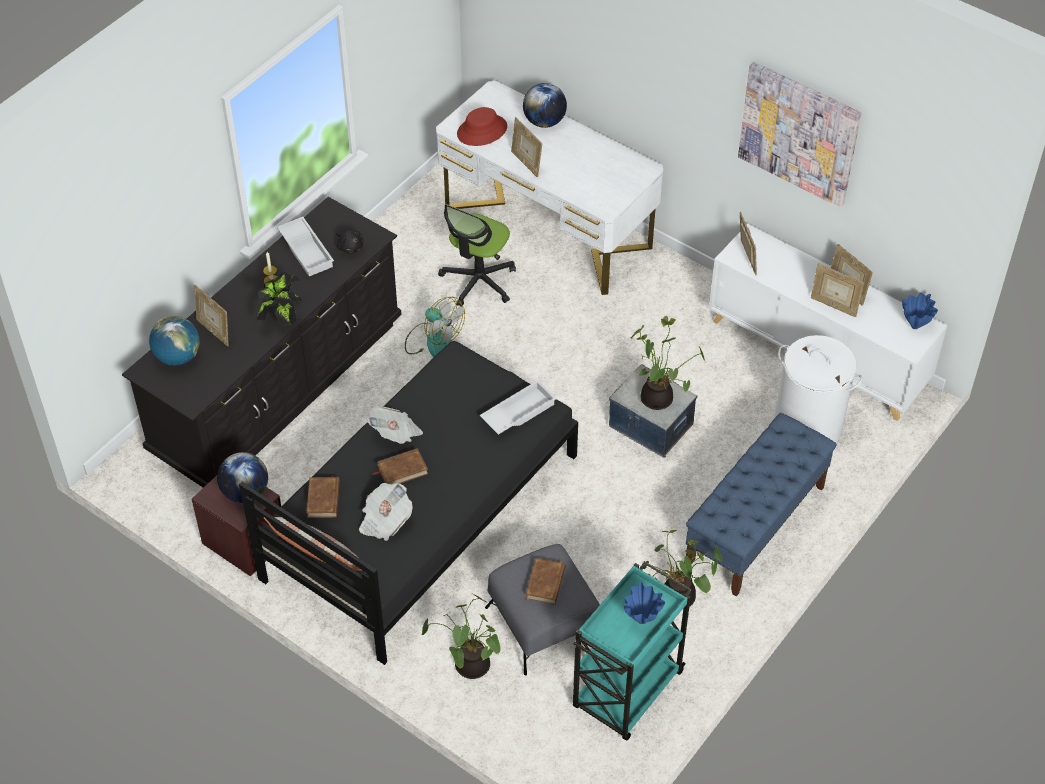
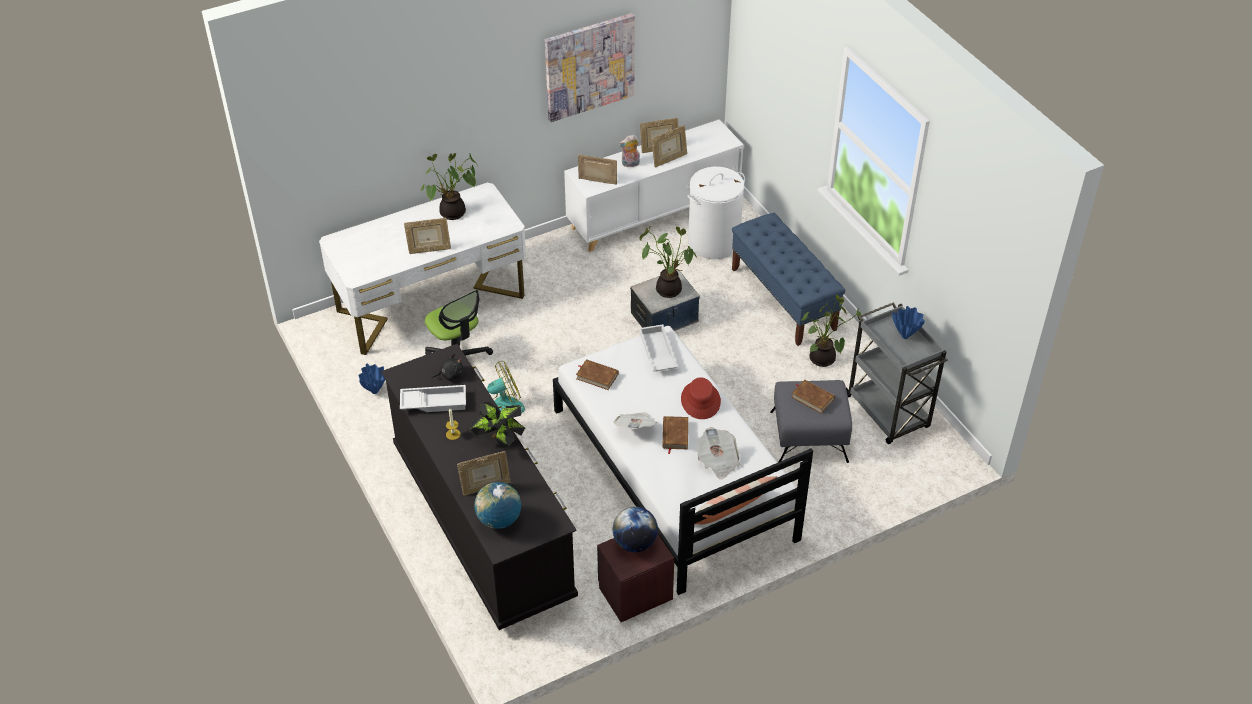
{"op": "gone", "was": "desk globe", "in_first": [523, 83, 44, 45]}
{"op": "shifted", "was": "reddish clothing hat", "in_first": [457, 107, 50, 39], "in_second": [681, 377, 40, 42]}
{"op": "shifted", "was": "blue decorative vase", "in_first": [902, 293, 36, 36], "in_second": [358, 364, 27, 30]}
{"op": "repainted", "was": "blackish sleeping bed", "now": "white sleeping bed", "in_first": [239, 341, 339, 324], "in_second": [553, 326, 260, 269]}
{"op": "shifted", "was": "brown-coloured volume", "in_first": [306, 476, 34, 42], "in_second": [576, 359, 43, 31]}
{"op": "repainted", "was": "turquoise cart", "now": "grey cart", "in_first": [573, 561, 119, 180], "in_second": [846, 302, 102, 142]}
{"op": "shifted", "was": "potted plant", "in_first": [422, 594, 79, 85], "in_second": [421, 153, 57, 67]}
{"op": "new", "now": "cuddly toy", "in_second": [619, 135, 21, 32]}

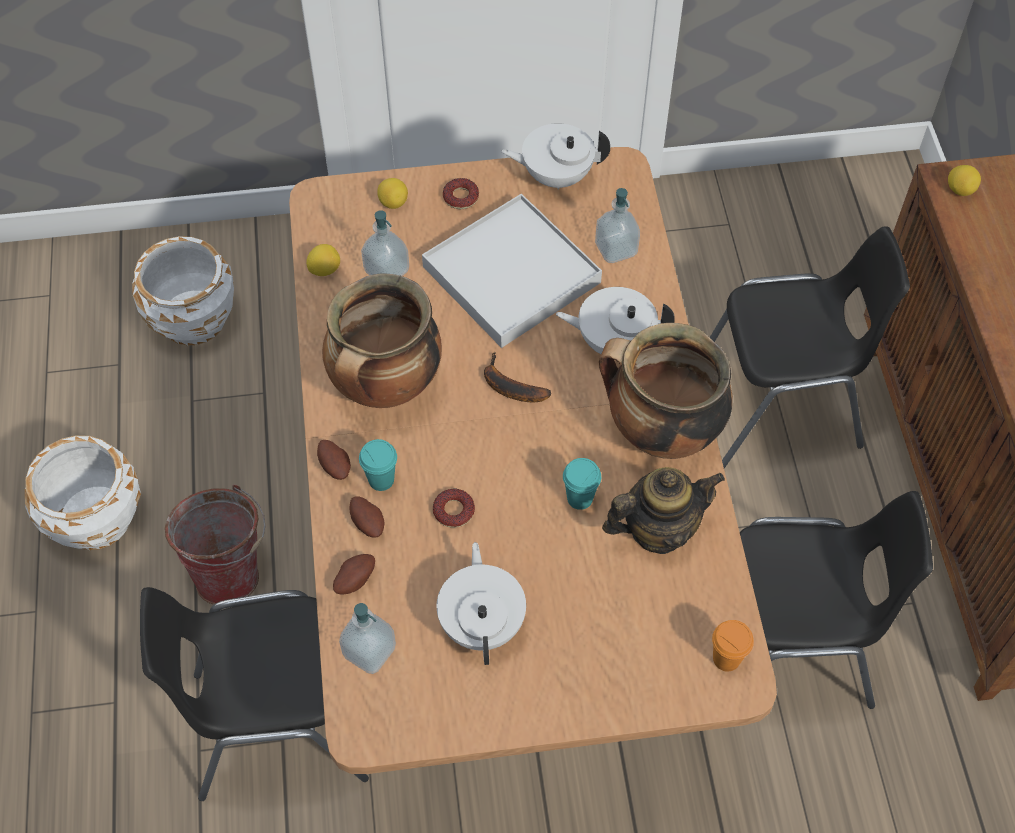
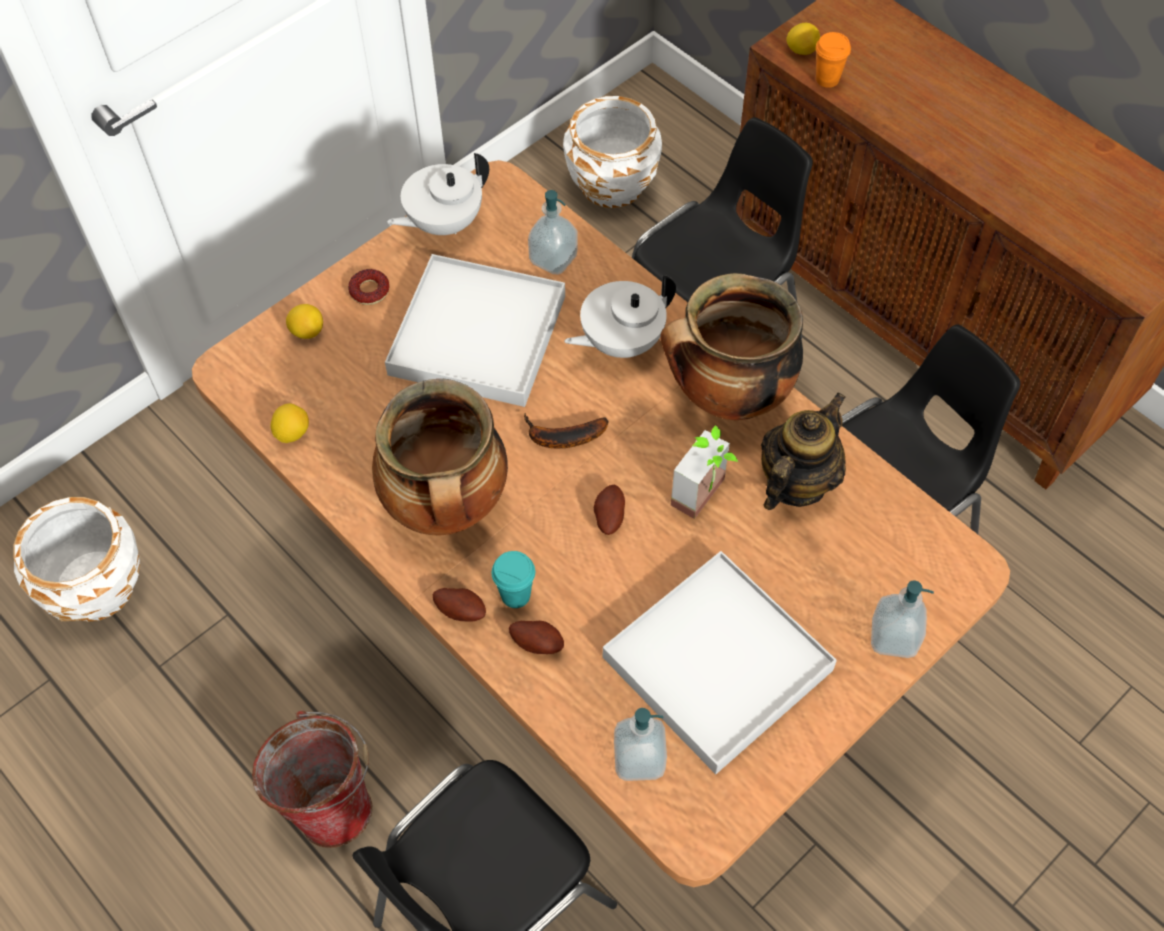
{"op": "shifted", "was": "soap dispenser", "in_first": [361, 210, 48, 66], "in_second": [871, 581, 63, 77]}
{"op": "shifted", "was": "white planter", "in_first": [25, 435, 116, 115], "in_second": [563, 96, 99, 112]}
{"op": "swapped", "was": "turquoise drinking cup", "now": "potted plant", "in_first": [563, 458, 38, 52], "in_second": [671, 425, 67, 94]}
{"op": "gone", "was": "ring doughnut", "in_first": [433, 489, 42, 39]}
{"op": "swapped", "was": "white tea pot", "now": "white serving tray", "in_first": [437, 542, 89, 123], "in_second": [603, 551, 234, 223]}
{"op": "shifted", "was": "whole potato", "in_first": [333, 554, 42, 40], "in_second": [594, 485, 31, 50]}
{"op": "shifted", "was": "orangey drinking cup", "in_first": [712, 620, 42, 52], "in_second": [816, 32, 35, 56]}

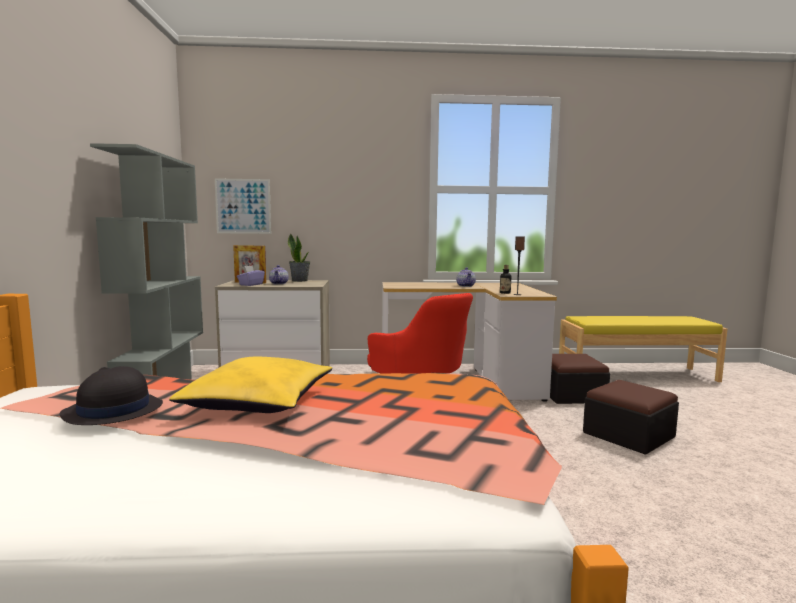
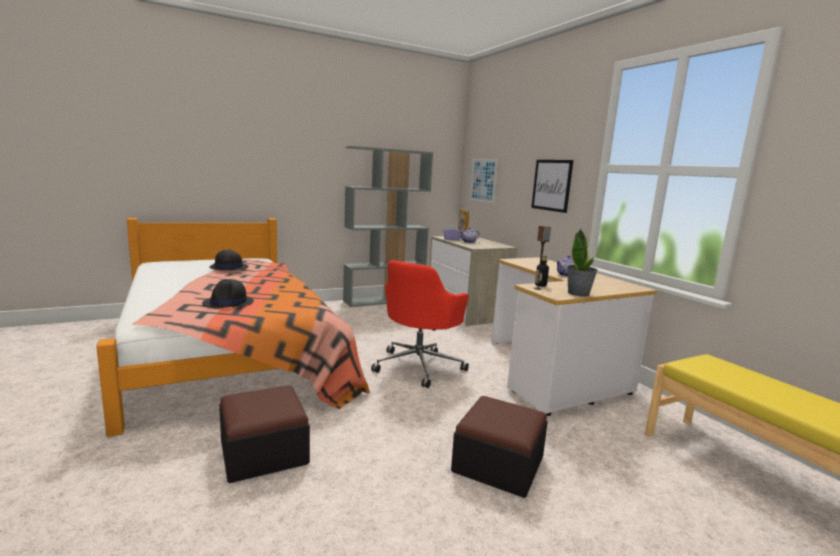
{"op": "shifted", "was": "potted plant", "in_first": [288, 233, 22, 49], "in_second": [567, 228, 31, 68]}
{"op": "shifted", "was": "footrest", "in_first": [550, 354, 60, 50], "in_second": [219, 385, 91, 98]}
{"op": "gone", "was": "yellow-coloured throw pillow", "in_first": [169, 356, 163, 57]}
{"op": "new", "now": "wall picture", "in_second": [531, 160, 42, 53]}
{"op": "new", "now": "blackish clothing hat", "in_second": [202, 279, 52, 30]}

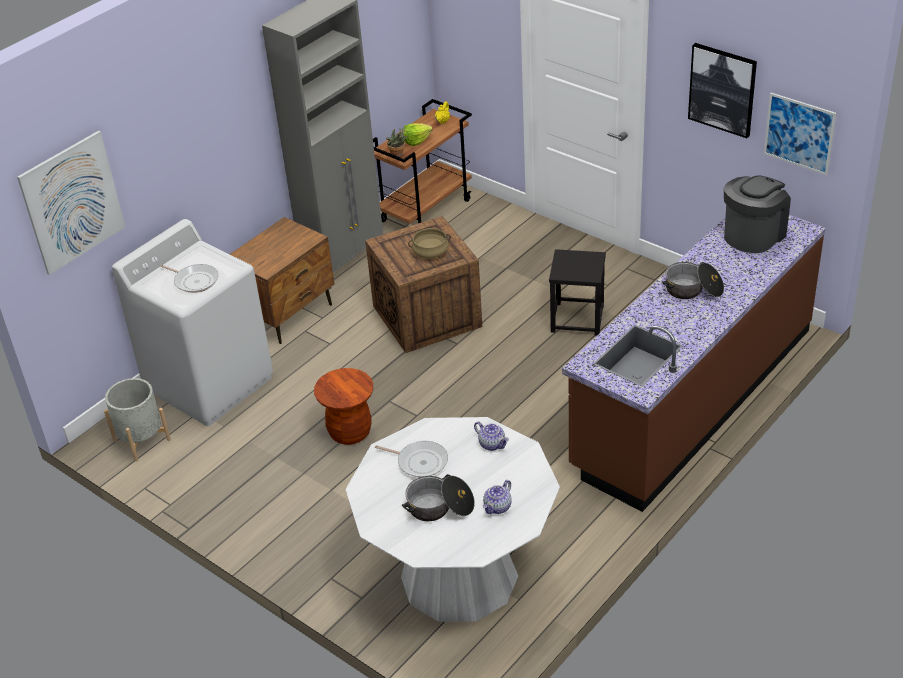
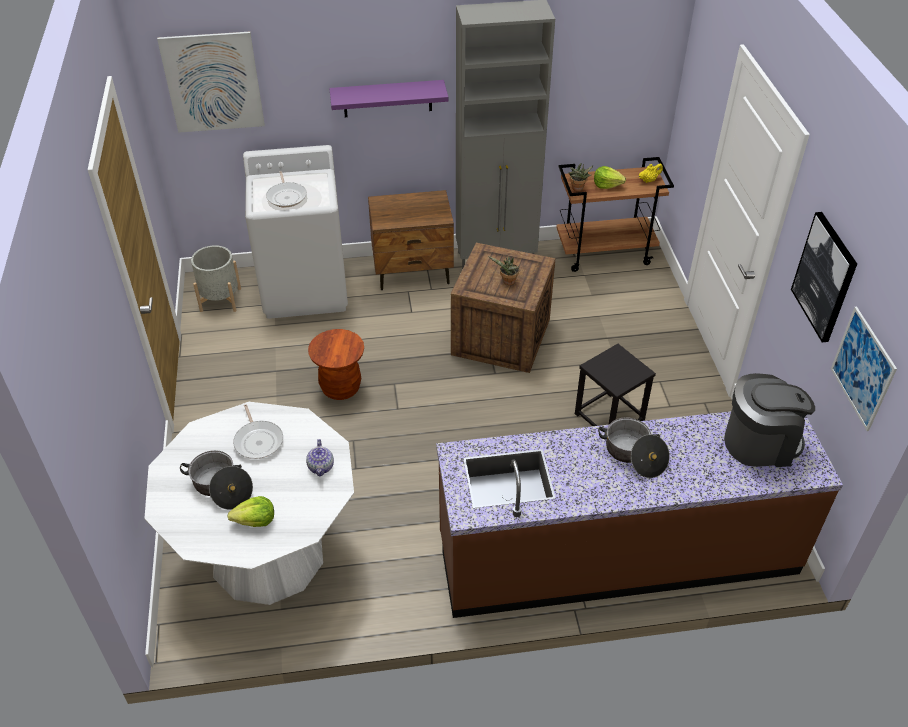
{"op": "swapped", "was": "beige-coloured cooking pot", "now": "potted plant", "in_first": [408, 228, 43, 31], "in_second": [488, 256, 31, 29]}
{"op": "swapped", "was": "tea pot", "now": "head of lettuce", "in_first": [483, 480, 29, 34], "in_second": [228, 496, 46, 31]}
{"op": "new", "now": "purplish bracket shelf", "in_second": [329, 80, 119, 37]}

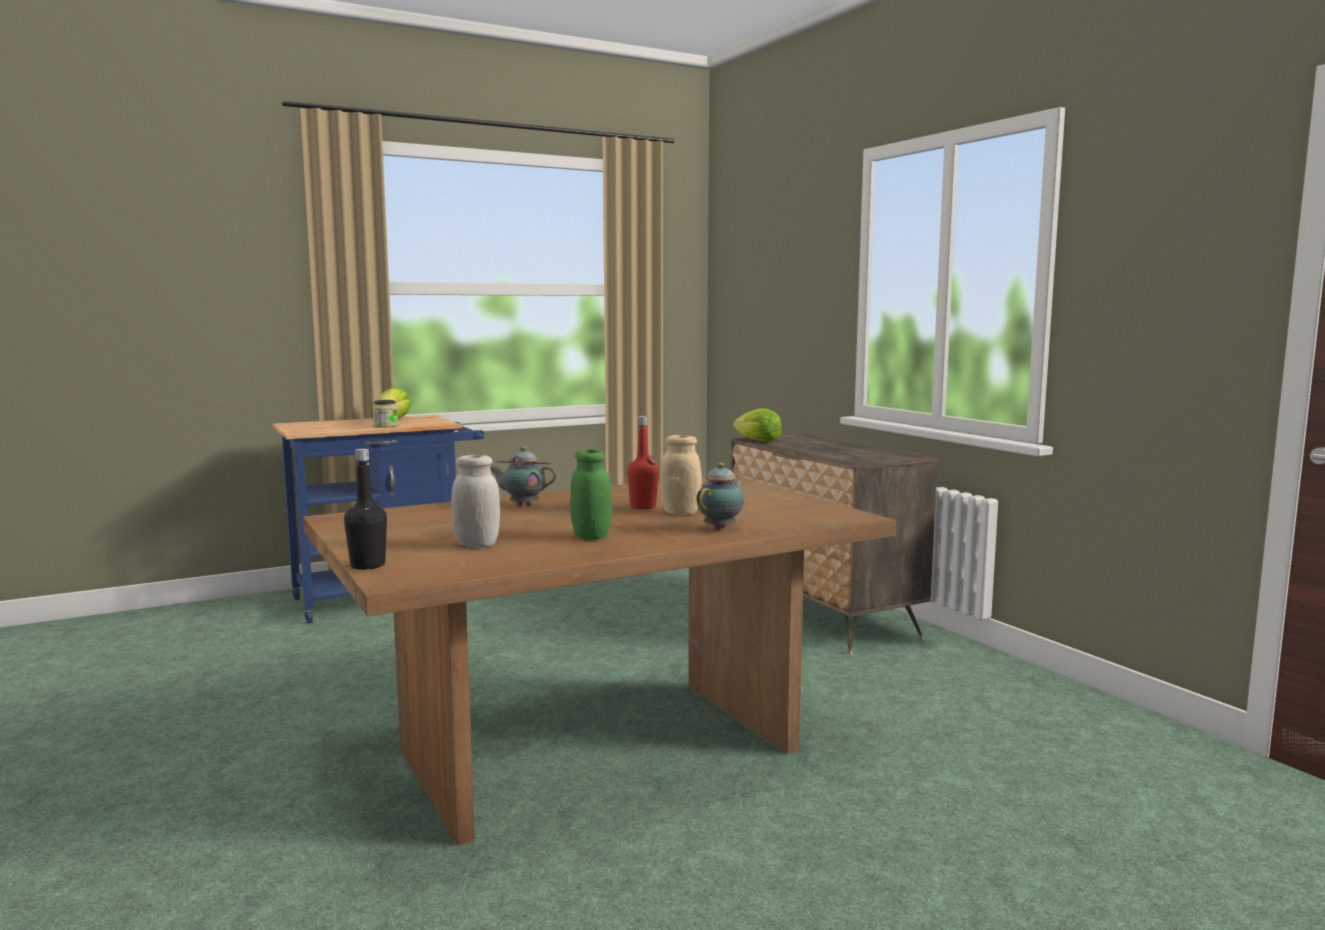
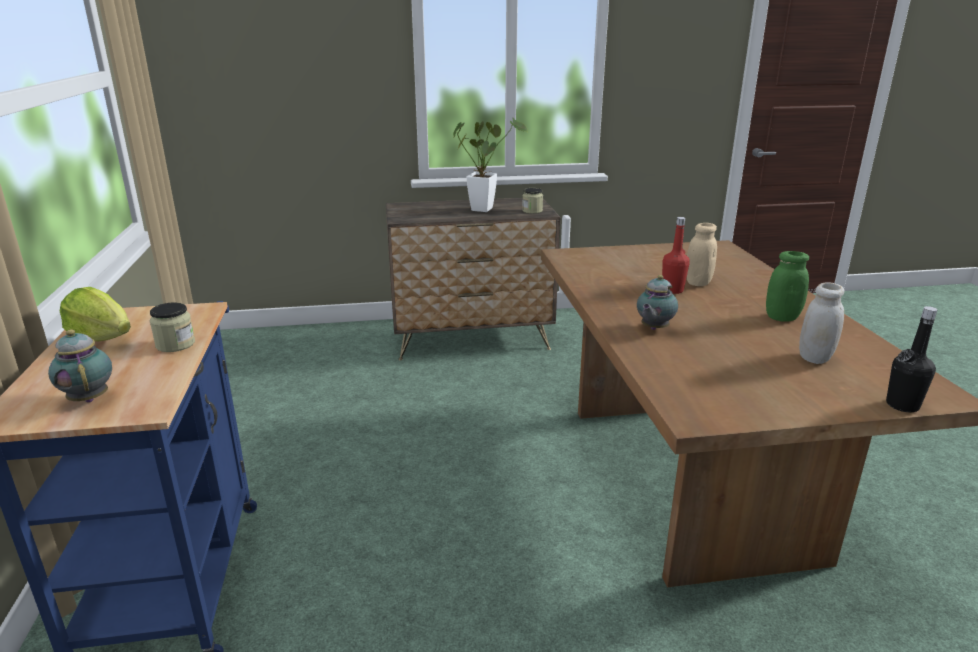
{"op": "gone", "was": "head of lettuce", "in_first": [733, 408, 49, 34]}
{"op": "shifted", "was": "tea pot", "in_first": [697, 463, 47, 67], "in_second": [48, 329, 64, 73]}
{"op": "new", "now": "potted plant", "in_second": [453, 118, 75, 94]}
{"op": "new", "now": "storage jar", "in_second": [522, 188, 21, 26]}

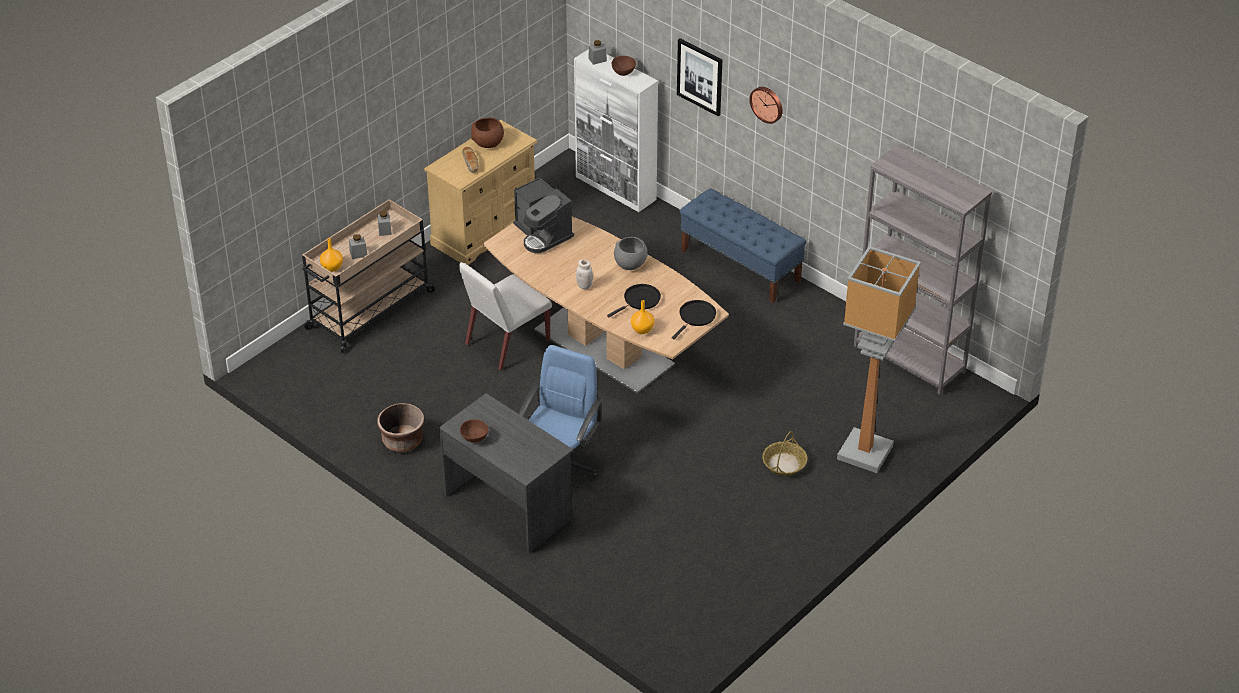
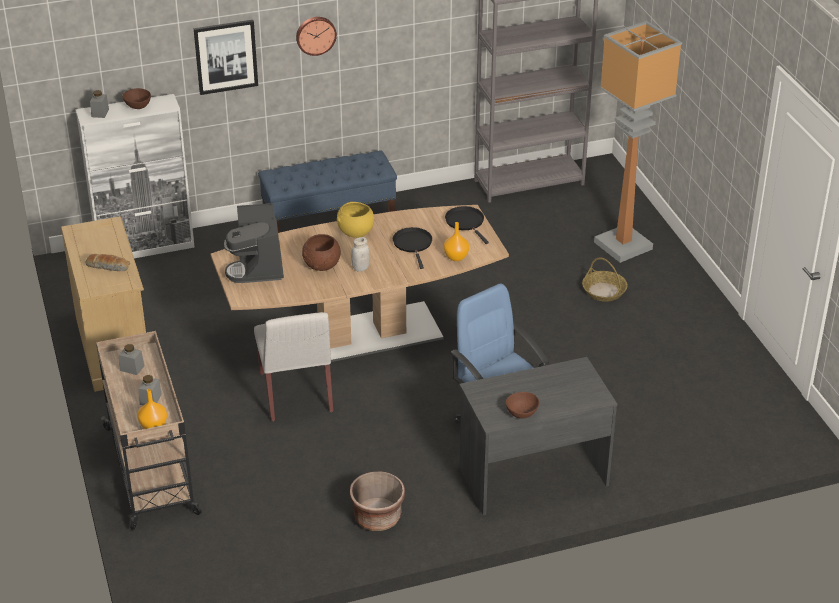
{"op": "shifted", "was": "brown-coloured deep dish", "in_first": [471, 118, 33, 30], "in_second": [302, 234, 39, 37]}
{"op": "rotated", "was": "coffee maker", "in_first": [513, 177, 61, 76], "in_second": [224, 203, 60, 80], "clockwise": 90}
{"op": "repainted", "was": "grey deep dish", "now": "yellow-coloured deep dish", "in_first": [614, 237, 34, 33], "in_second": [337, 202, 37, 36]}

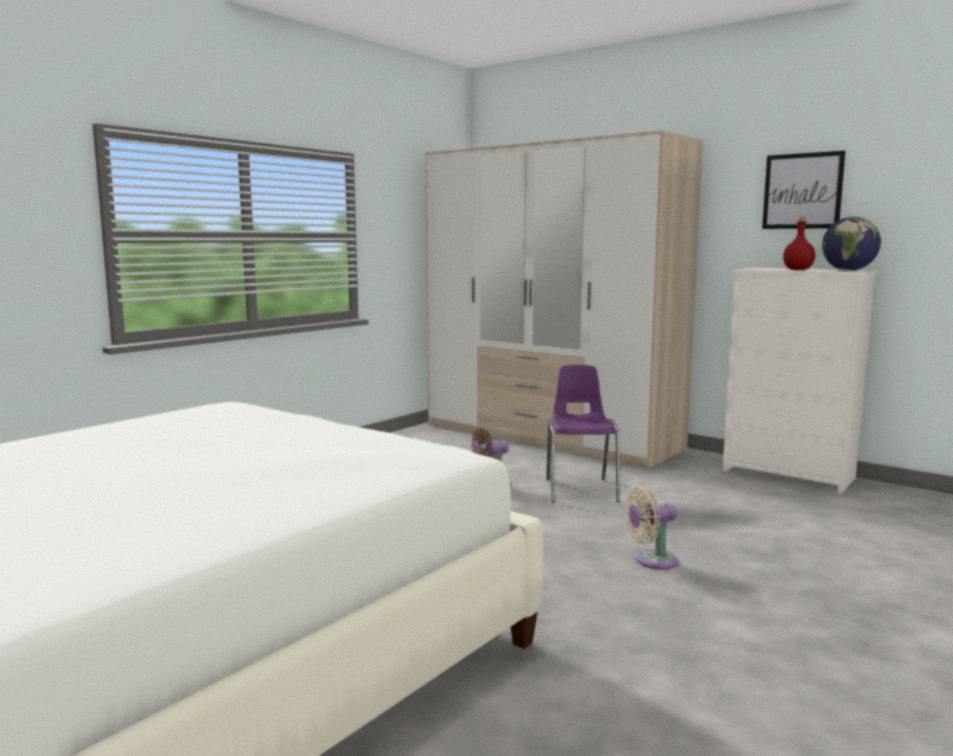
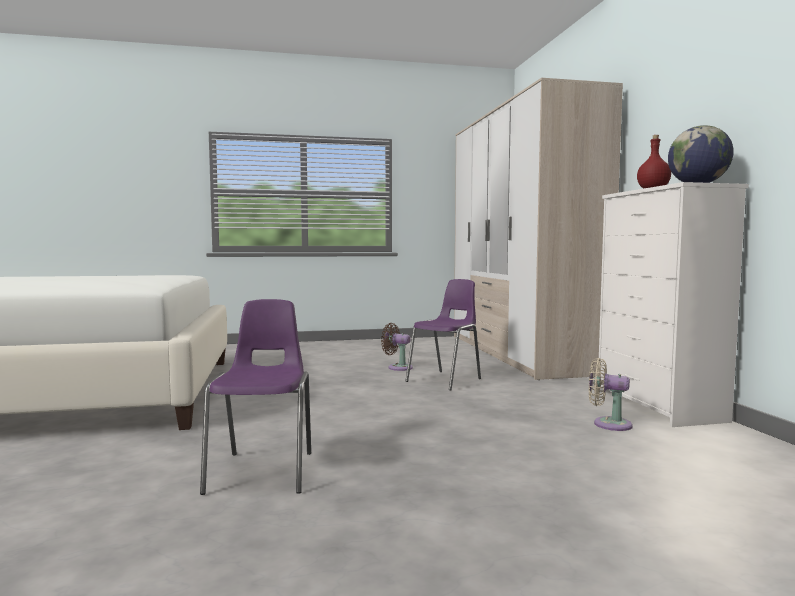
{"op": "gone", "was": "wall picture", "in_first": [762, 151, 84, 78]}
{"op": "shifted", "was": "beige-coloured cooling fan", "in_first": [625, 487, 53, 83], "in_second": [589, 358, 44, 73]}
{"op": "new", "now": "purplish plain chair", "in_second": [200, 299, 111, 196]}

